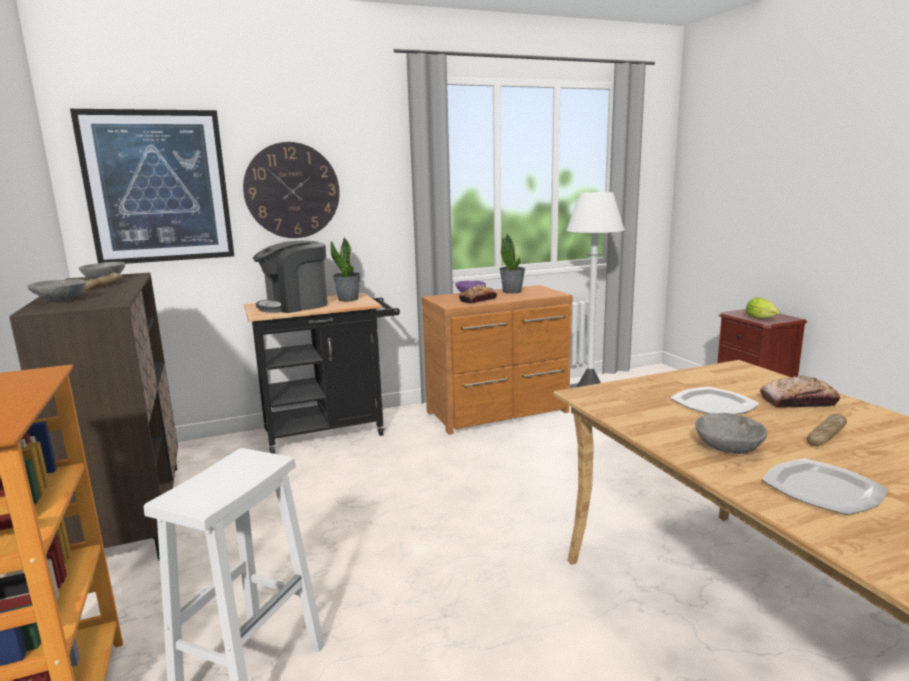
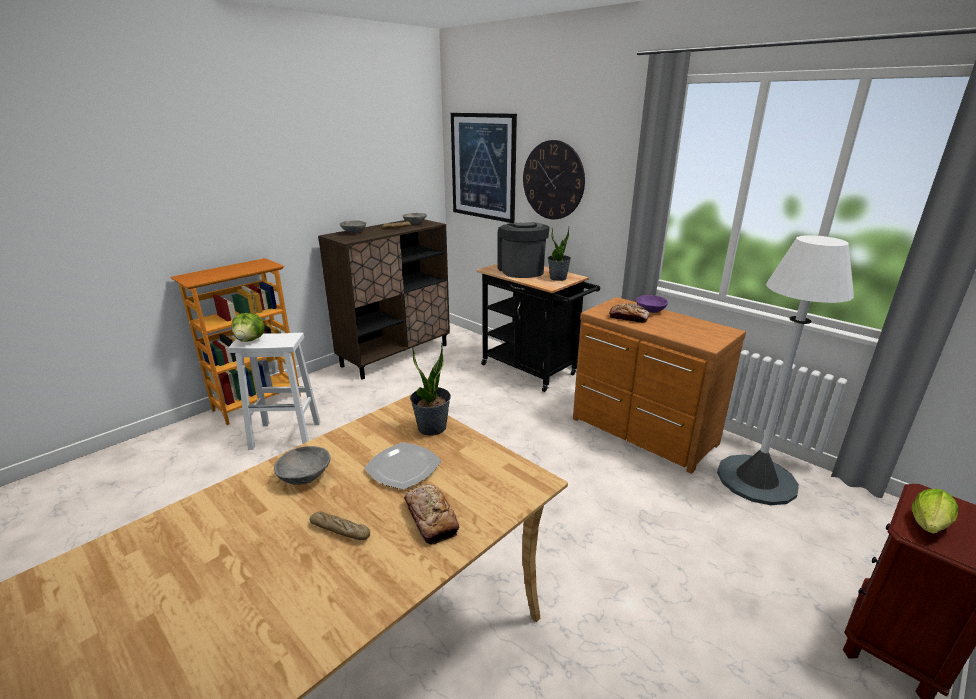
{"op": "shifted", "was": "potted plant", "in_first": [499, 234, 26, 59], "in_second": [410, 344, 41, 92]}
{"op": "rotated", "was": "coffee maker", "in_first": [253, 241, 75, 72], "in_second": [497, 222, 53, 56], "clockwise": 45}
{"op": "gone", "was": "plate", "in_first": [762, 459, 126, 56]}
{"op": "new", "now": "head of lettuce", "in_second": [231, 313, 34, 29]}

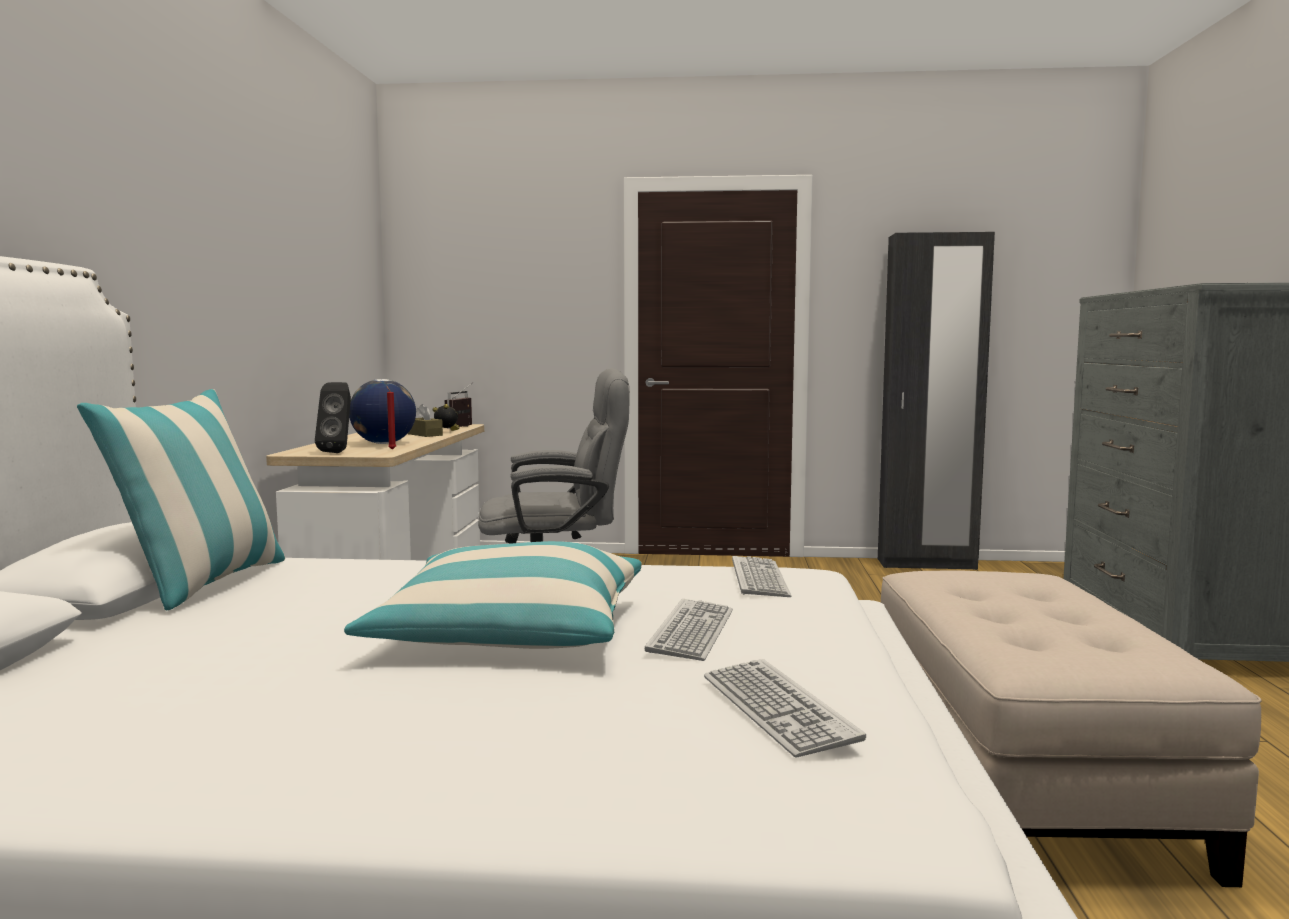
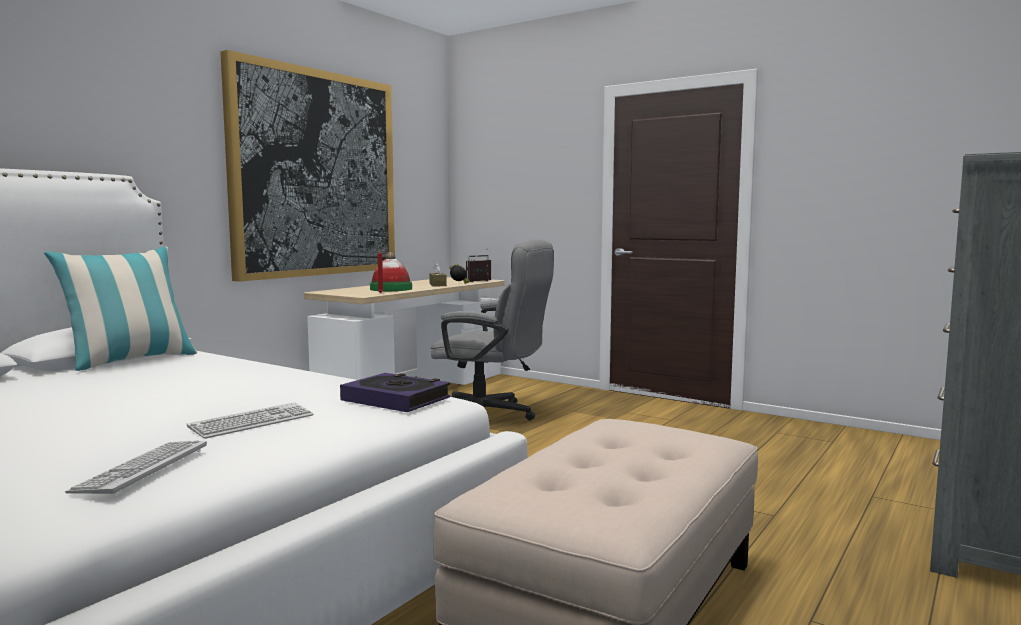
{"op": "gone", "was": "blackish armoire", "in_first": [878, 232, 117, 338]}
{"op": "swapped", "was": "desk globe", "now": "clothing hat", "in_first": [349, 379, 67, 65], "in_second": [370, 252, 42, 39]}
{"op": "gone", "was": "blackish audio speaker", "in_first": [315, 382, 36, 71]}
{"op": "gone", "was": "throw pillow", "in_first": [344, 541, 298, 108]}
{"op": "swapped", "was": "computer keyboard", "now": "volume", "in_first": [732, 556, 60, 41], "in_second": [340, 373, 110, 39]}
{"op": "new", "now": "wall picture", "in_second": [220, 50, 175, 232]}

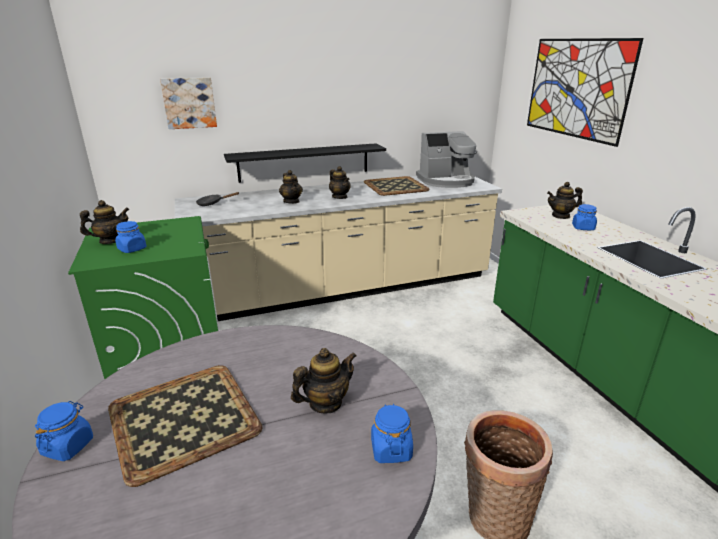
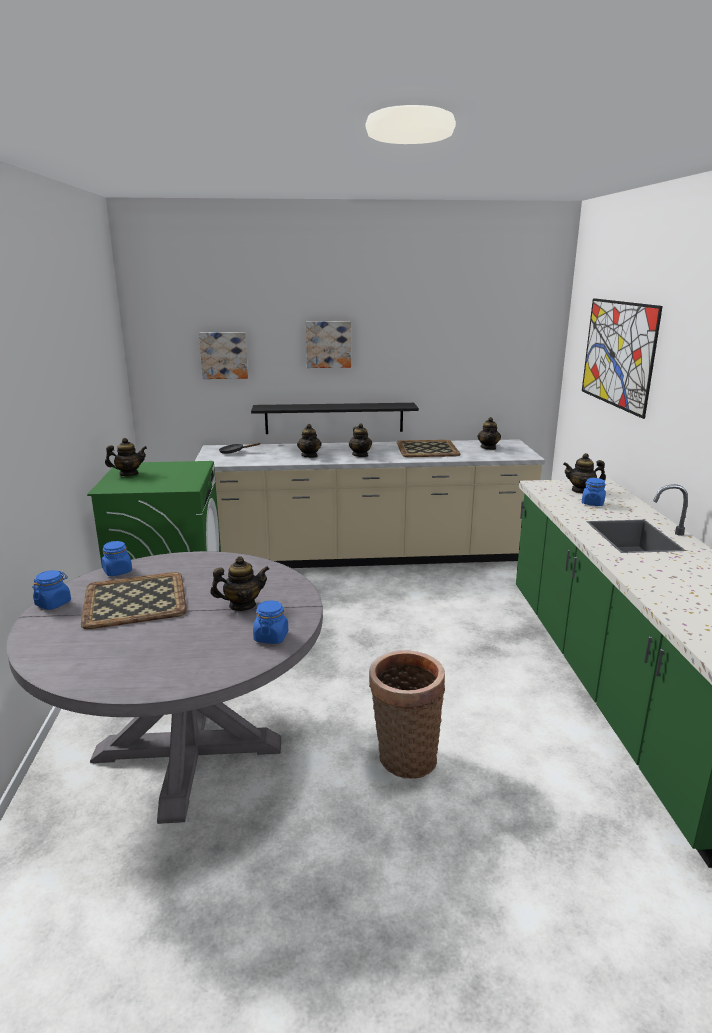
{"op": "swapped", "was": "coffee maker", "now": "tea pot", "in_first": [416, 131, 61, 57], "in_second": [477, 417, 24, 33]}
{"op": "shifted", "was": "blue storage jar", "in_first": [115, 221, 31, 32], "in_second": [102, 541, 30, 35]}
{"op": "new", "now": "wall picture", "in_second": [306, 321, 45, 47]}

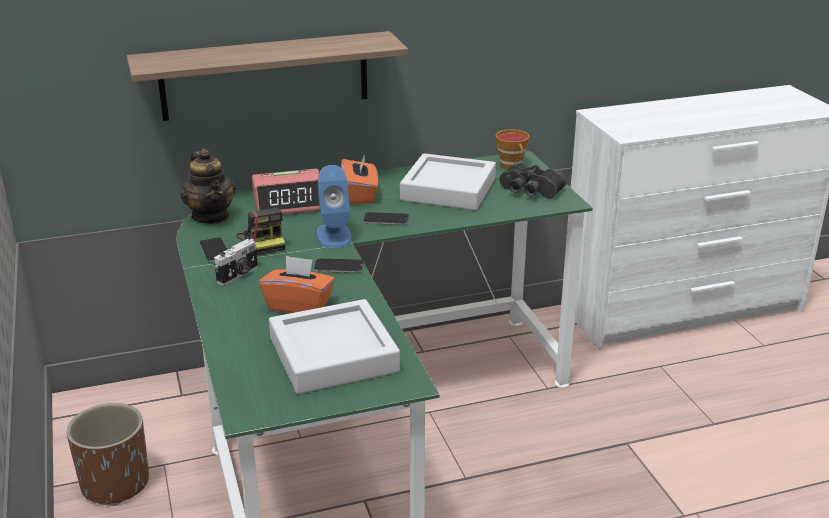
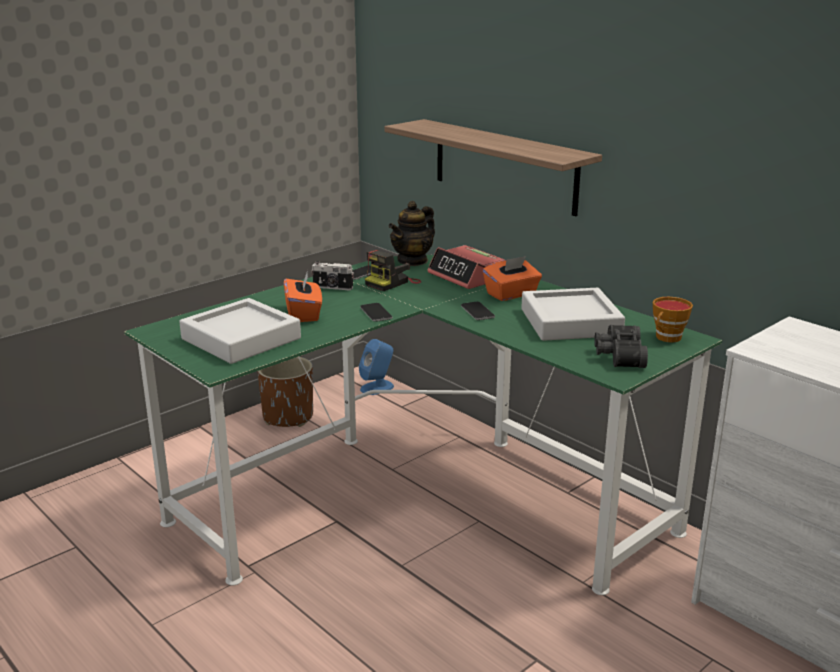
{"op": "shifted", "was": "blue audio speaker", "in_first": [316, 165, 36, 83], "in_second": [359, 339, 35, 56]}

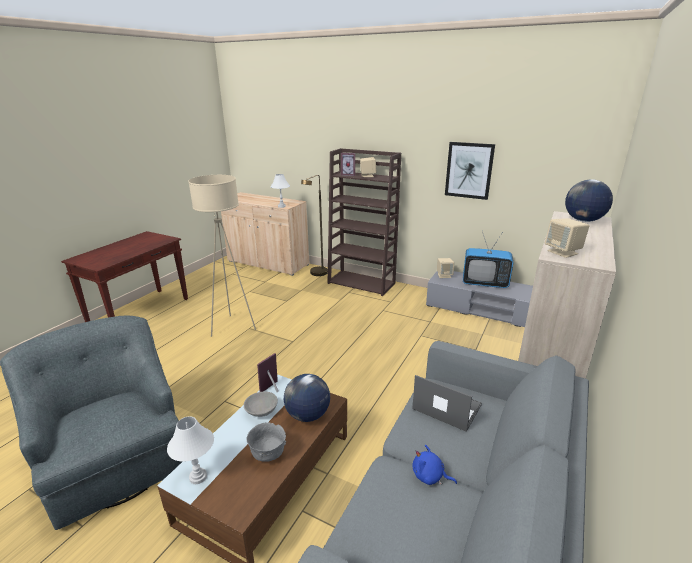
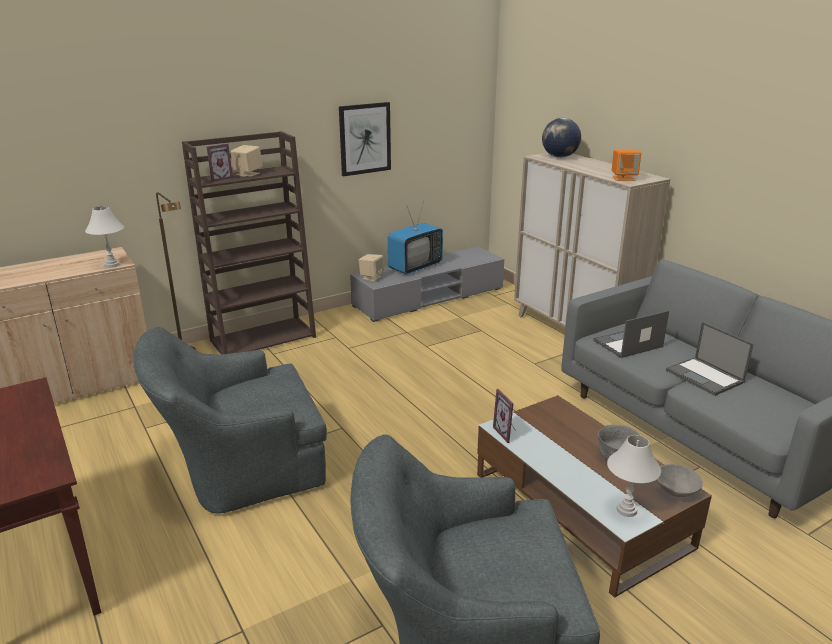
{"op": "swapped", "was": "beige-coloured standing lamp", "now": "grey easy chair", "in_first": [188, 175, 68, 162], "in_second": [134, 327, 193, 186]}
{"op": "repainted", "was": "beige-coloured audio speaker", "now": "orangey audio speaker", "in_first": [545, 218, 45, 40], "in_second": [612, 150, 29, 31]}
{"op": "gone", "was": "desk globe", "in_first": [284, 374, 46, 48]}
{"op": "shifted", "was": "grey deep dish", "in_first": [244, 392, 34, 25], "in_second": [657, 464, 46, 33]}
{"op": "swapped", "was": "blue cuddly toy", "now": "laptop", "in_first": [413, 445, 44, 40], "in_second": [666, 322, 88, 74]}

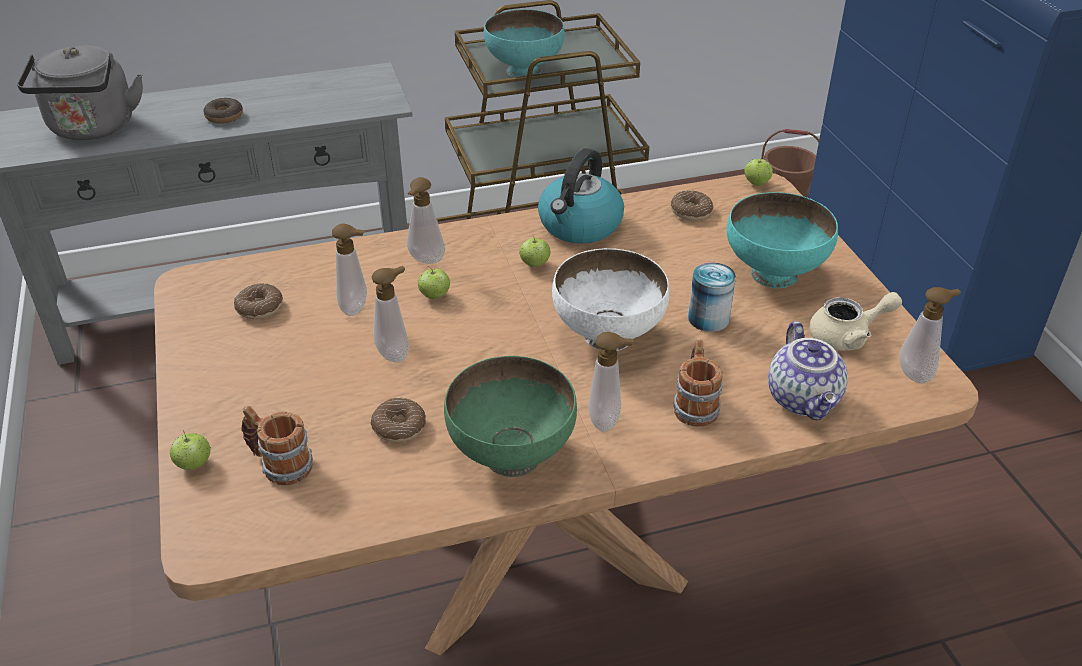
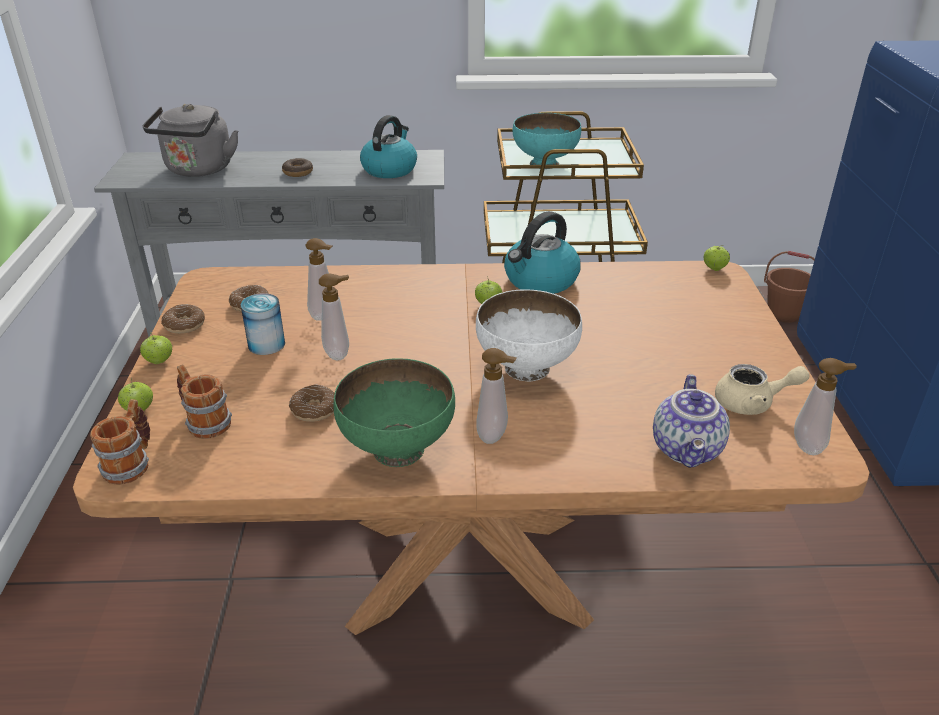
{"op": "gone", "was": "soap dispenser", "in_first": [406, 177, 39, 87]}
{"op": "shifted", "was": "ring doughnut", "in_first": [671, 190, 42, 31], "in_second": [161, 304, 44, 30]}
{"op": "gone", "was": "turquoise deep dish", "in_first": [727, 192, 111, 96]}
{"op": "shifted", "was": "sealed can", "in_first": [688, 262, 48, 70], "in_second": [241, 293, 44, 62]}
{"op": "shifted", "was": "apple fruit", "in_first": [418, 266, 32, 34], "in_second": [140, 332, 33, 32]}
{"op": "shifted", "was": "mug", "in_first": [673, 339, 50, 88], "in_second": [90, 399, 60, 85]}
{"op": "new", "now": "water kettle", "in_second": [360, 115, 57, 63]}

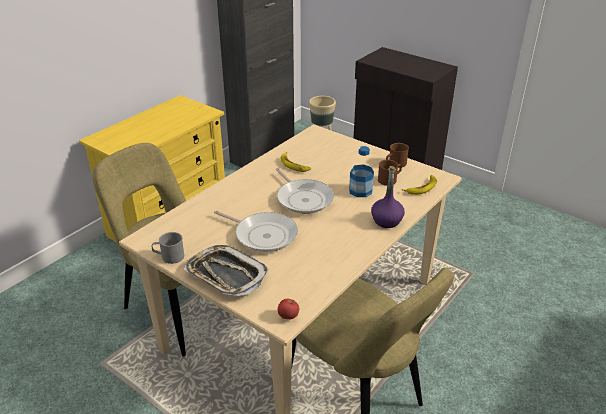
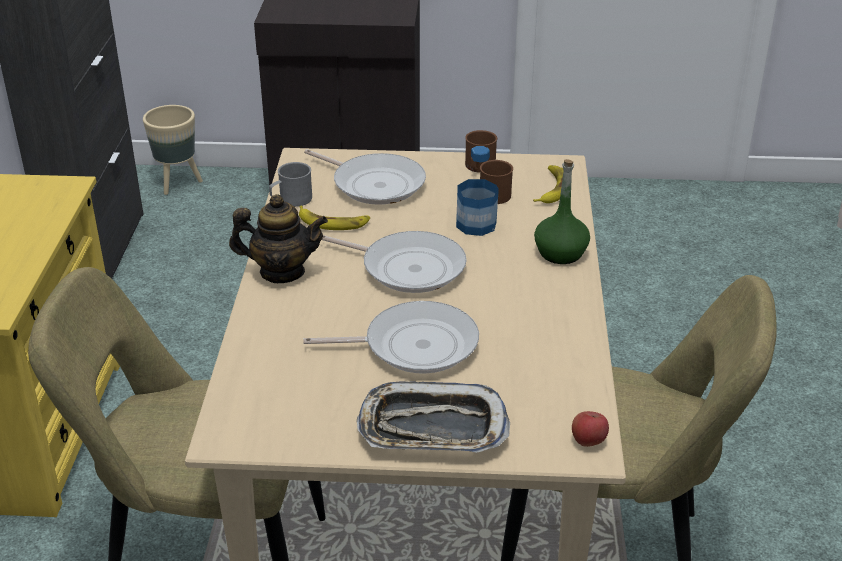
{"op": "repainted", "was": "purplish bottle", "now": "greenish bottle", "in_first": [371, 166, 34, 62], "in_second": [534, 159, 56, 105]}
{"op": "shifted", "was": "grey mug", "in_first": [152, 232, 32, 32], "in_second": [269, 162, 43, 45]}
{"op": "new", "now": "frying pan", "in_second": [304, 149, 122, 56]}
{"op": "new", "now": "tea pot", "in_second": [229, 194, 99, 89]}

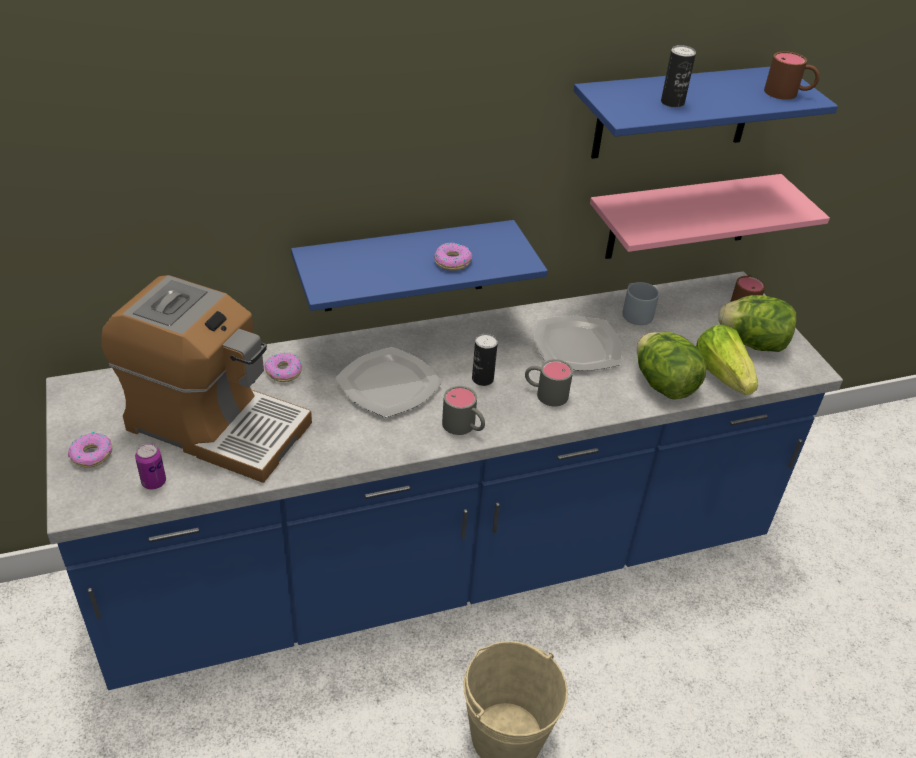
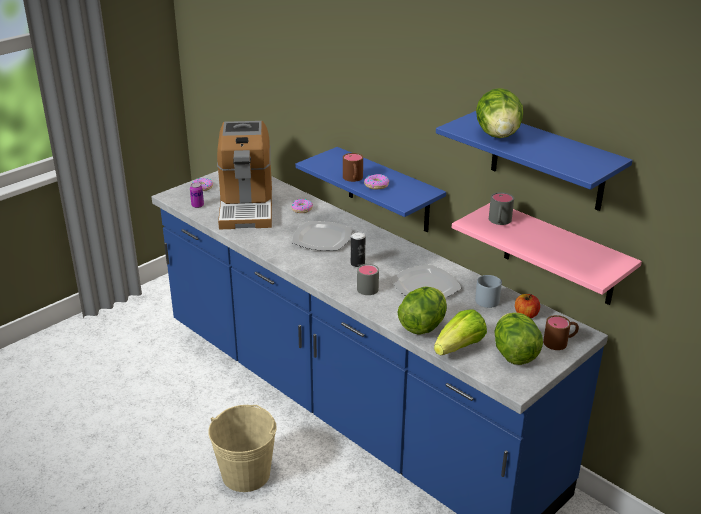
{"op": "swapped", "was": "sealed can", "now": "head of lettuce", "in_first": [661, 45, 35, 63], "in_second": [476, 88, 47, 50]}
{"op": "shifted", "was": "brown-coloured mug", "in_first": [764, 51, 56, 49], "in_second": [343, 153, 20, 29]}
{"op": "shifted", "was": "grey mug", "in_first": [442, 386, 43, 49], "in_second": [489, 192, 25, 33]}
{"op": "new", "now": "apple fruit", "in_second": [515, 294, 25, 24]}

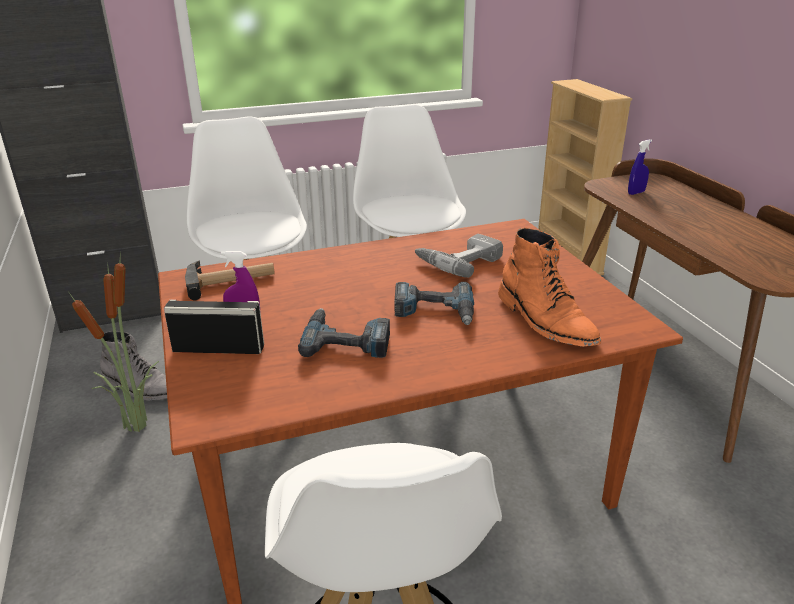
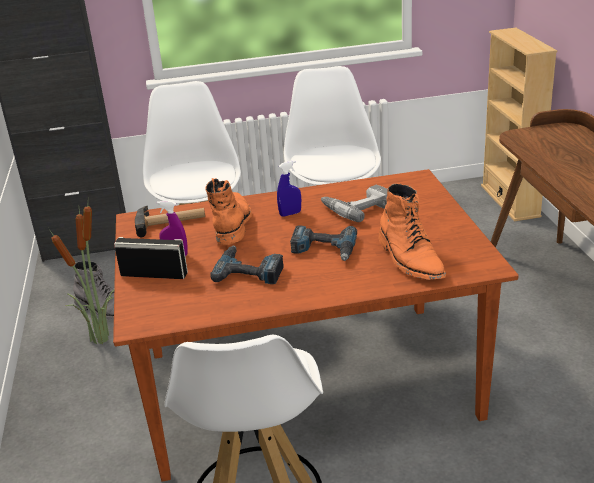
{"op": "shifted", "was": "blue sprayer", "in_first": [628, 139, 24, 56], "in_second": [277, 160, 24, 57]}
{"op": "new", "now": "orangey tall boot", "in_second": [206, 178, 46, 67]}

